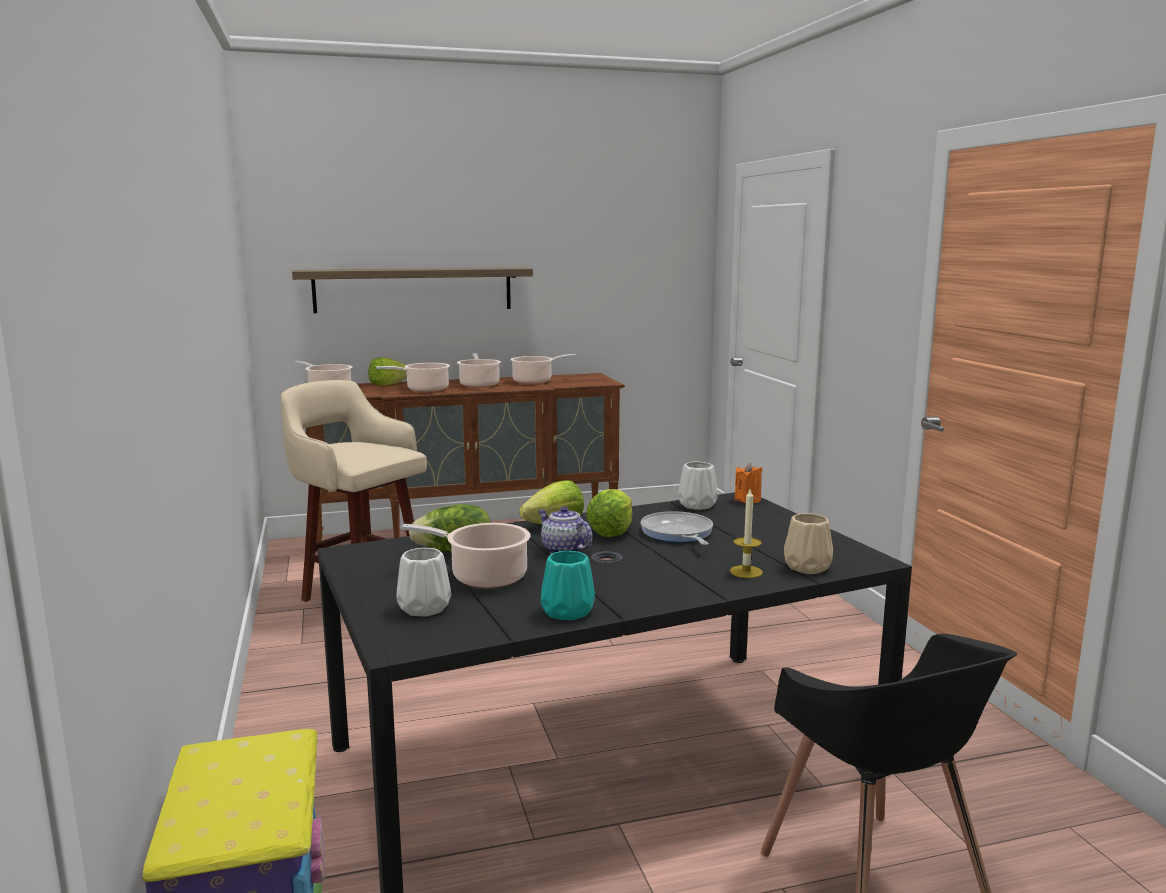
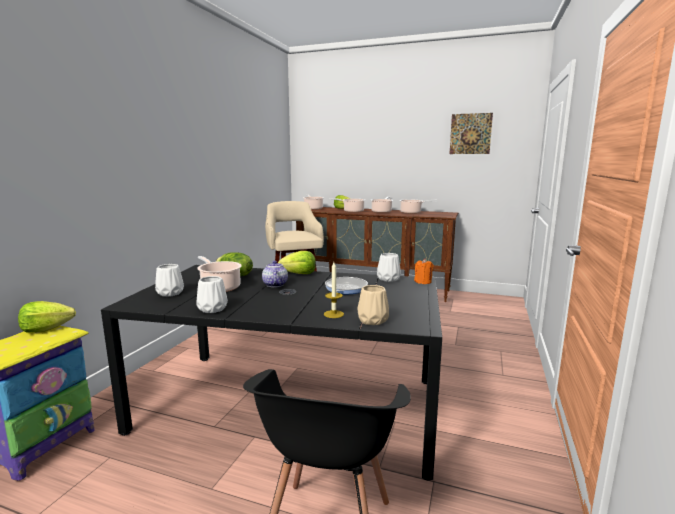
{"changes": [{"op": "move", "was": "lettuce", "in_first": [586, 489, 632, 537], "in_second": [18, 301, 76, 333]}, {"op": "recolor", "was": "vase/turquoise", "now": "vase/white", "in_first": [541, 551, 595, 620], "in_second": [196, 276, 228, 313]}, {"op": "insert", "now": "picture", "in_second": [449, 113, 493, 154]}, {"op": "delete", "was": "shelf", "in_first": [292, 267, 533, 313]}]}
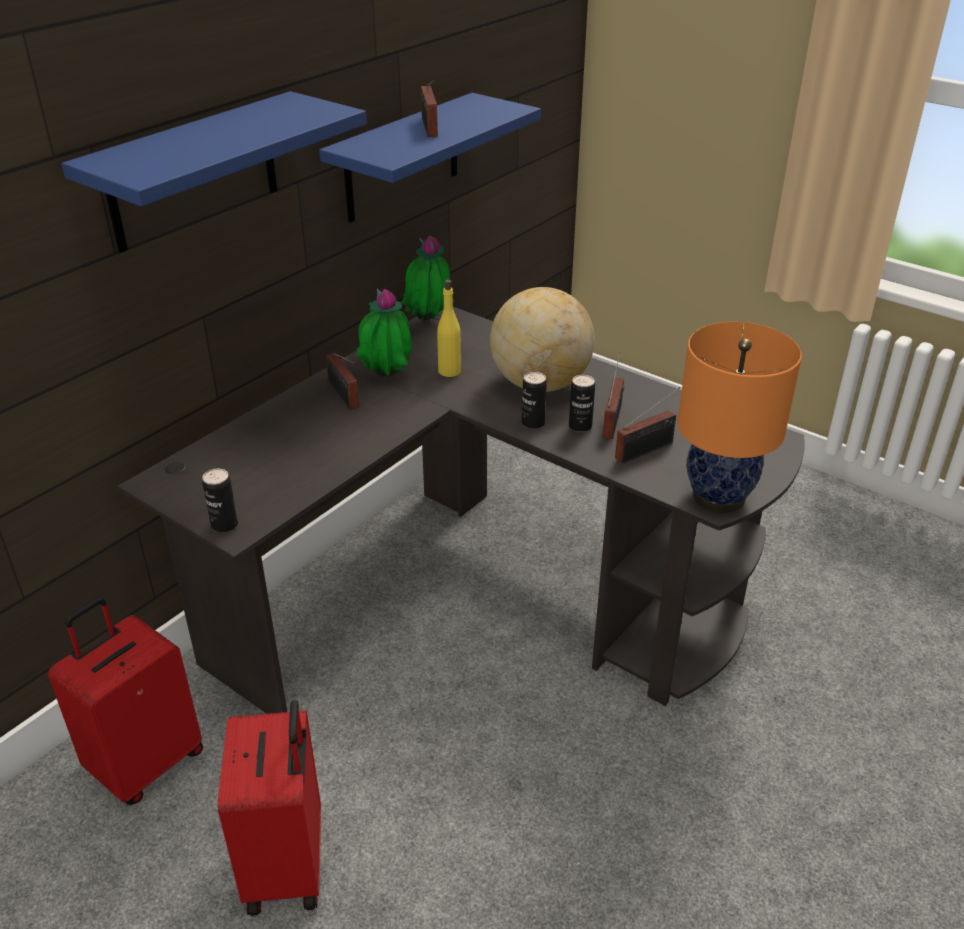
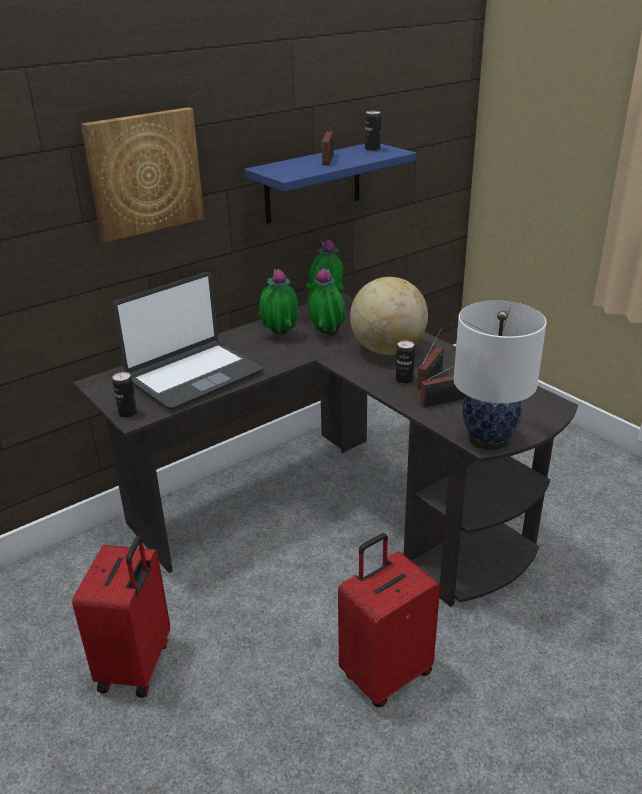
{"changes": [{"op": "replace", "was": "shelf/blue", "now": "picture", "in_first": [62, 91, 367, 253], "in_second": [81, 107, 204, 243]}, {"op": "insert", "now": "laptop", "in_second": [113, 272, 263, 410]}, {"op": "replace", "was": "bottle/yellow", "now": "potted plant", "in_first": [437, 280, 461, 377], "in_second": [308, 268, 346, 336]}, {"op": "move", "was": "suitcase/red", "in_first": [48, 597, 203, 805], "in_second": [338, 533, 440, 707]}, {"op": "move", "was": "can", "in_first": [522, 372, 547, 429], "in_second": [365, 111, 381, 151]}, {"op": "recolor", "was": "table lamp/orange", "now": "table lamp/white", "in_first": [677, 322, 802, 513], "in_second": [454, 301, 547, 450]}, {"op": "delete", "was": "radio", "in_first": [326, 353, 359, 410]}]}
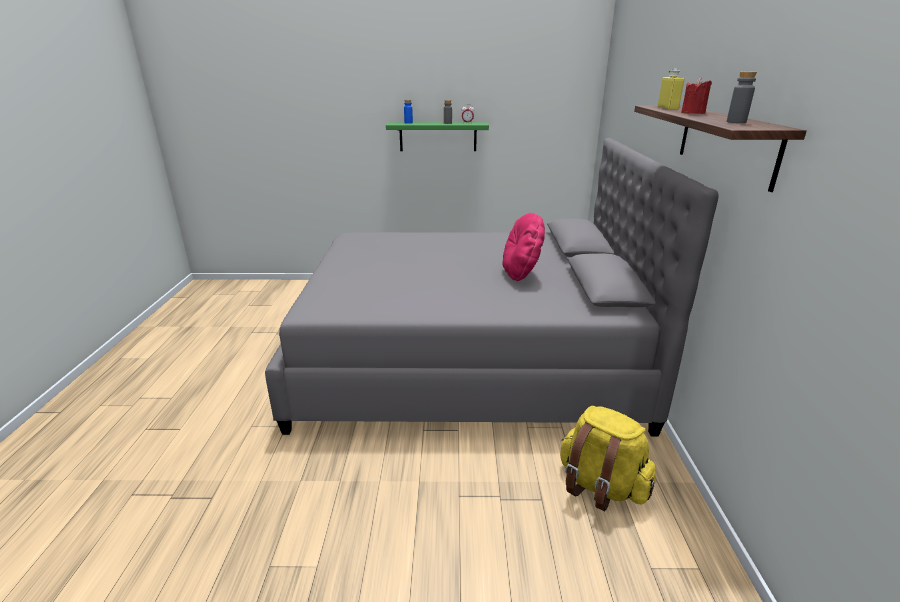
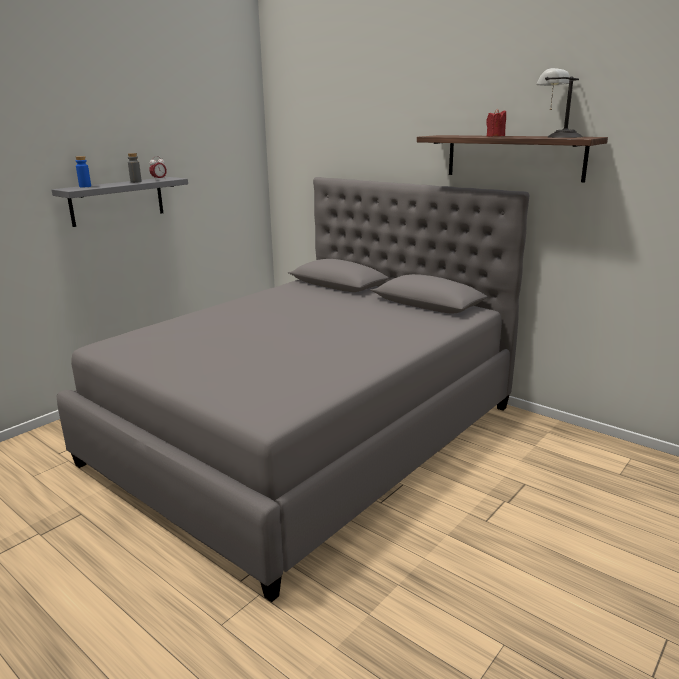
{"changes": [{"op": "recolor", "was": "shelf/green", "now": "shelf/grey", "in_first": [386, 122, 489, 151], "in_second": [51, 177, 188, 227]}, {"op": "replace", "was": "bottle/grey", "now": "table lamp", "in_first": [727, 71, 757, 123], "in_second": [536, 68, 583, 138]}, {"op": "delete", "was": "pillow/pink", "in_first": [502, 213, 545, 281]}, {"op": "delete", "was": "backpack/yellow", "in_first": [560, 406, 655, 511]}, {"op": "delete", "was": "bottle/yellow", "in_first": [658, 69, 685, 110]}]}
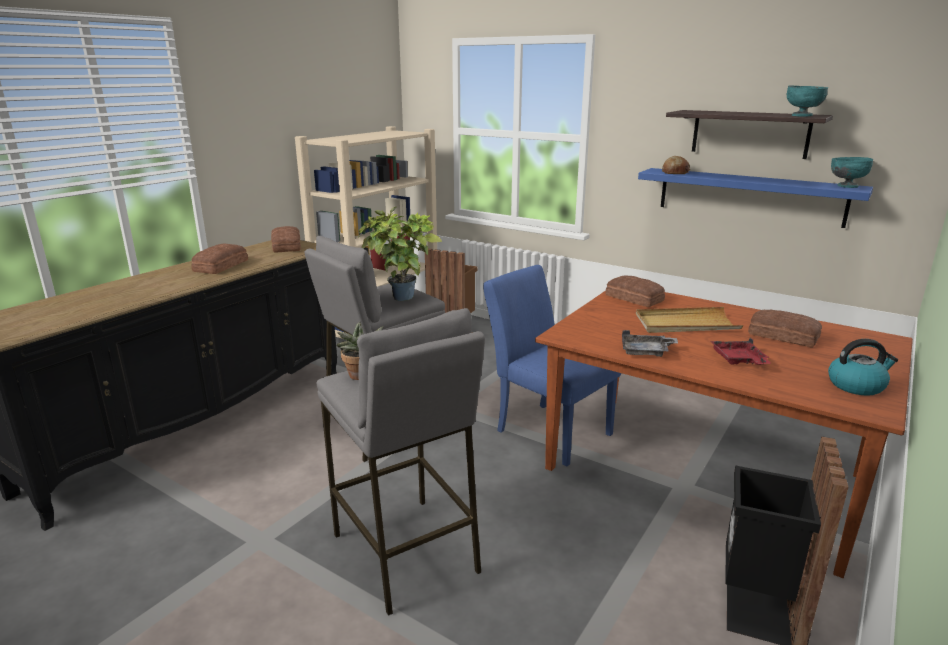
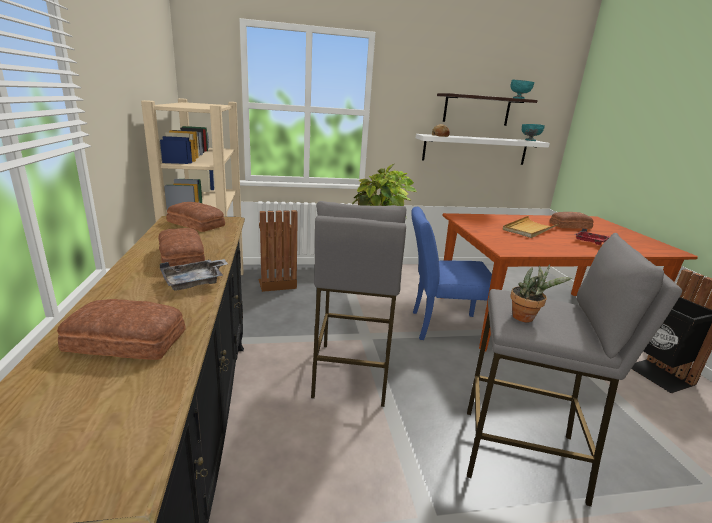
{"changes": [{"op": "move", "was": "bread", "in_first": [605, 276, 665, 307], "in_second": [57, 299, 185, 360]}, {"op": "move", "was": "tray/grey", "in_first": [622, 330, 678, 357], "in_second": [160, 259, 228, 290]}, {"op": "recolor", "was": "shelf/blue", "now": "shelf/white", "in_first": [638, 168, 873, 228], "in_second": [416, 134, 550, 165]}, {"op": "delete", "was": "kettle", "in_first": [828, 339, 898, 396]}]}
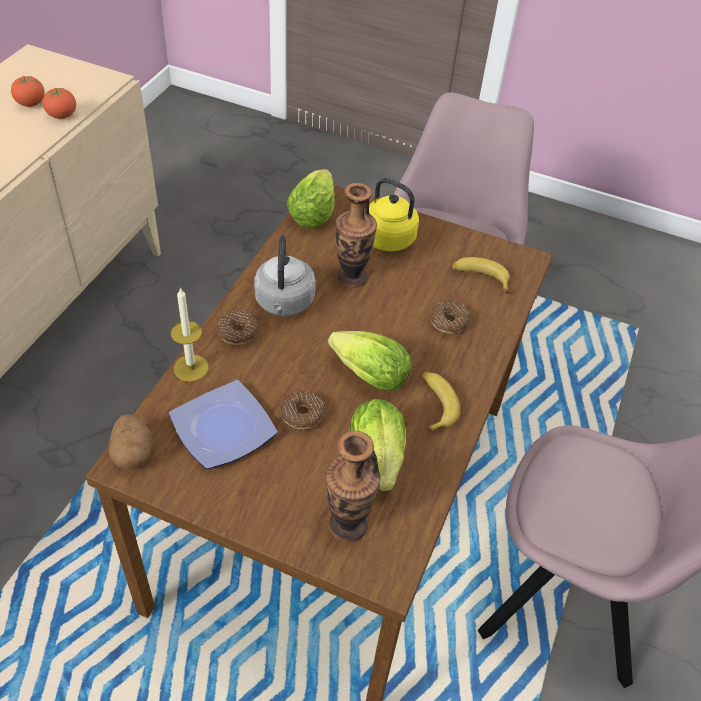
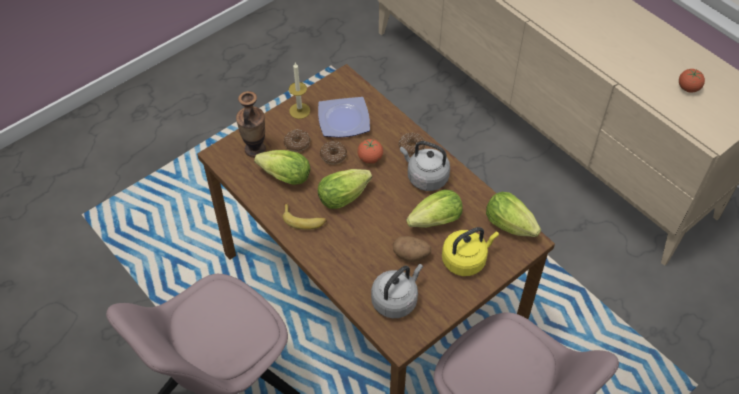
{"changes": [{"op": "move", "was": "donut", "in_first": [430, 301, 470, 334], "in_second": [284, 130, 311, 152]}, {"op": "move", "was": "candle", "in_first": [171, 287, 209, 382], "in_second": [289, 63, 310, 119]}, {"op": "move", "was": "tomato", "in_first": [42, 88, 76, 119], "in_second": [358, 139, 383, 164]}, {"op": "replace", "was": "banana", "now": "kettle/grey", "in_first": [451, 257, 510, 294], "in_second": [371, 264, 423, 318]}, {"op": "move", "was": "potato", "in_first": [109, 414, 153, 470], "in_second": [393, 236, 431, 262]}, {"op": "replace", "was": "vase", "now": "lettuce", "in_first": [335, 183, 377, 288], "in_second": [406, 190, 463, 228]}]}
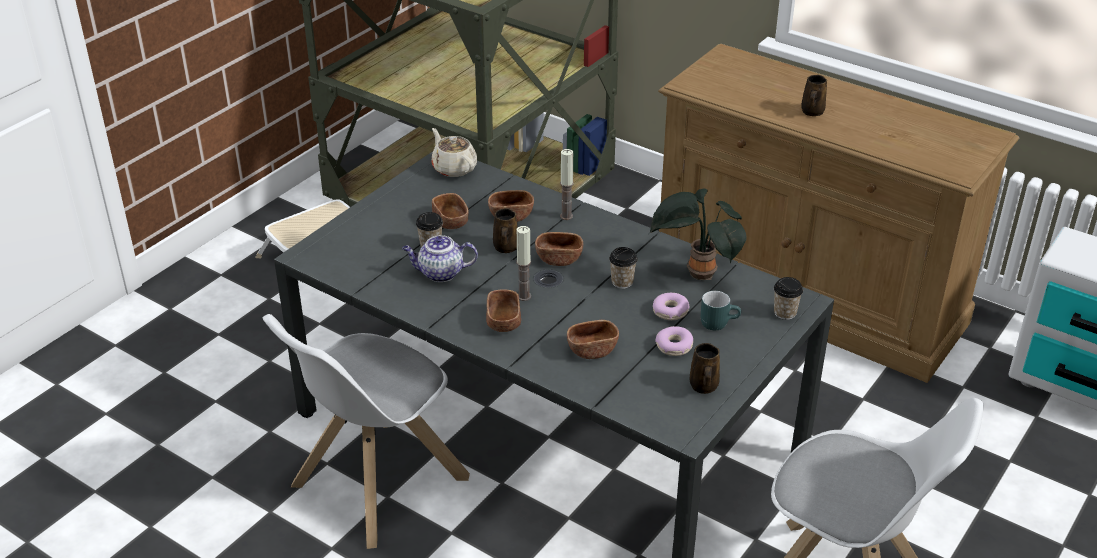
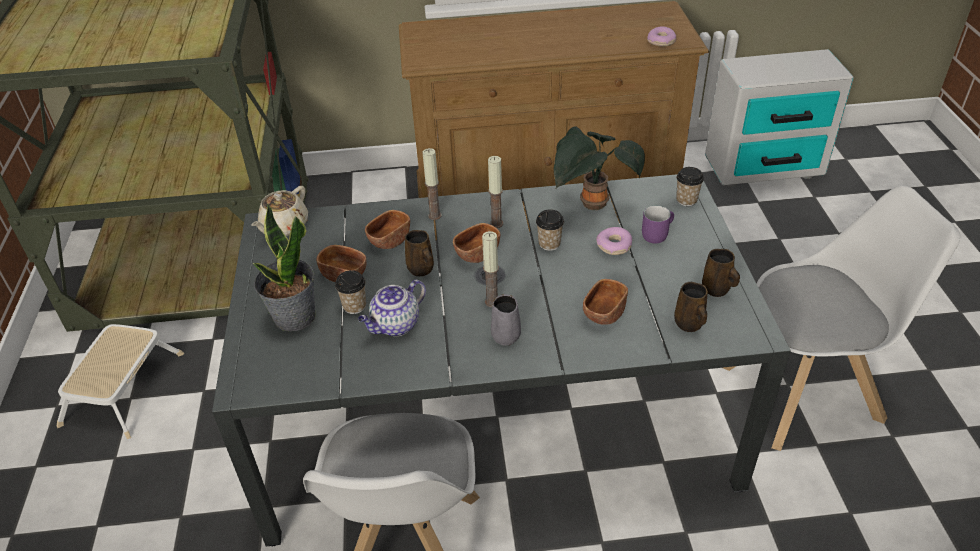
{"changes": [{"op": "rotate", "was": "teapot/beige", "in_first": [431, 128, 477, 177], "in_second": [251, 186, 308, 236], "clockwise": -75}, {"op": "insert", "now": "potted plant", "in_second": [253, 203, 316, 331]}, {"op": "insert", "now": "candle", "in_second": [488, 156, 503, 228]}, {"op": "replace", "was": "bowl/brown", "now": "mug/grey", "in_first": [486, 289, 521, 332], "in_second": [491, 294, 521, 346]}, {"op": "recolor", "was": "mug/turquoise", "now": "mug/purple", "in_first": [701, 291, 741, 330], "in_second": [642, 205, 674, 243]}, {"op": "move", "was": "donut", "in_first": [655, 326, 693, 356], "in_second": [647, 26, 676, 46]}, {"op": "move", "was": "mug/brown", "in_first": [801, 75, 827, 116], "in_second": [674, 282, 708, 332]}]}
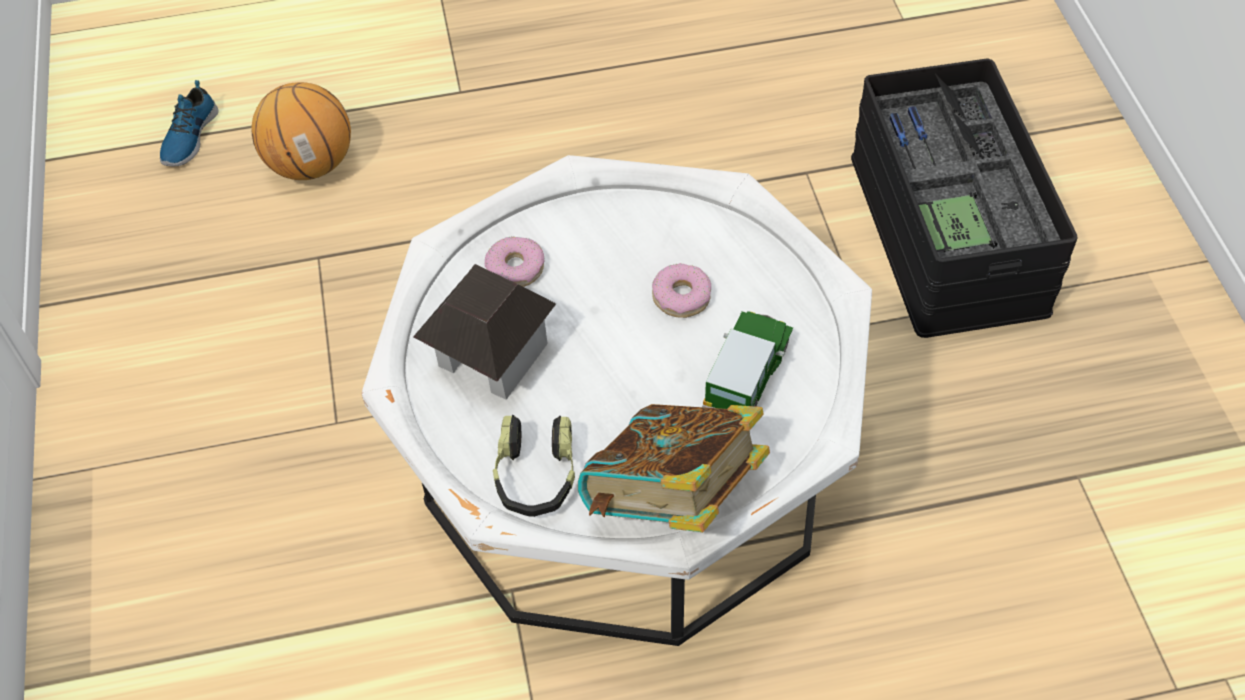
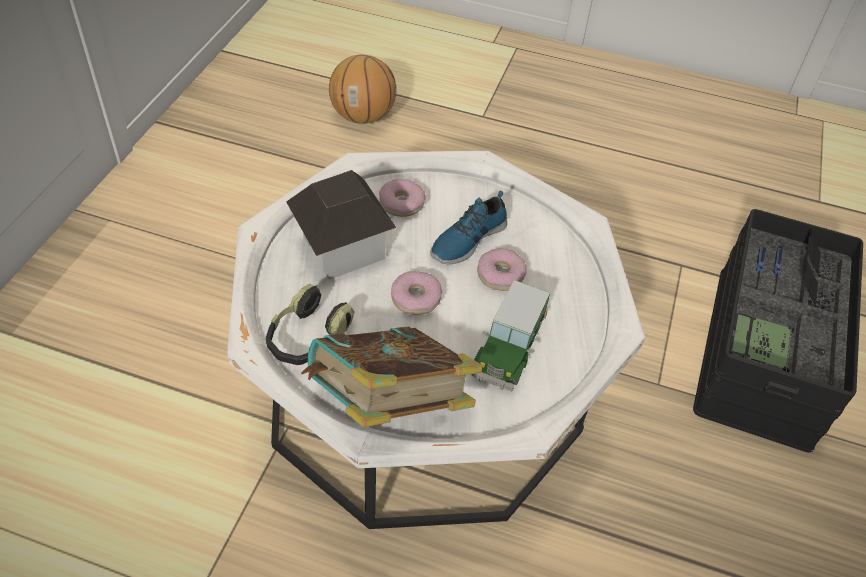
{"changes": [{"op": "insert", "now": "donut", "in_second": [391, 271, 442, 315]}, {"op": "move", "was": "shoe", "in_first": [160, 80, 219, 167], "in_second": [430, 191, 507, 264]}, {"op": "rotate", "was": "toy car", "in_first": [702, 311, 793, 409], "in_second": [471, 280, 550, 391], "clockwise": 150}]}
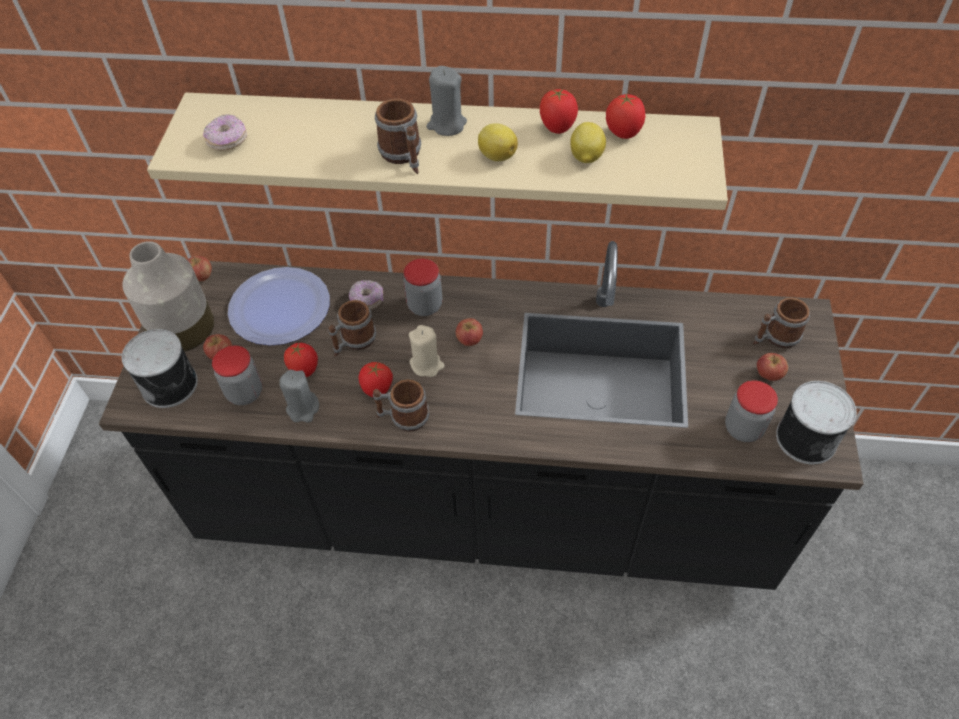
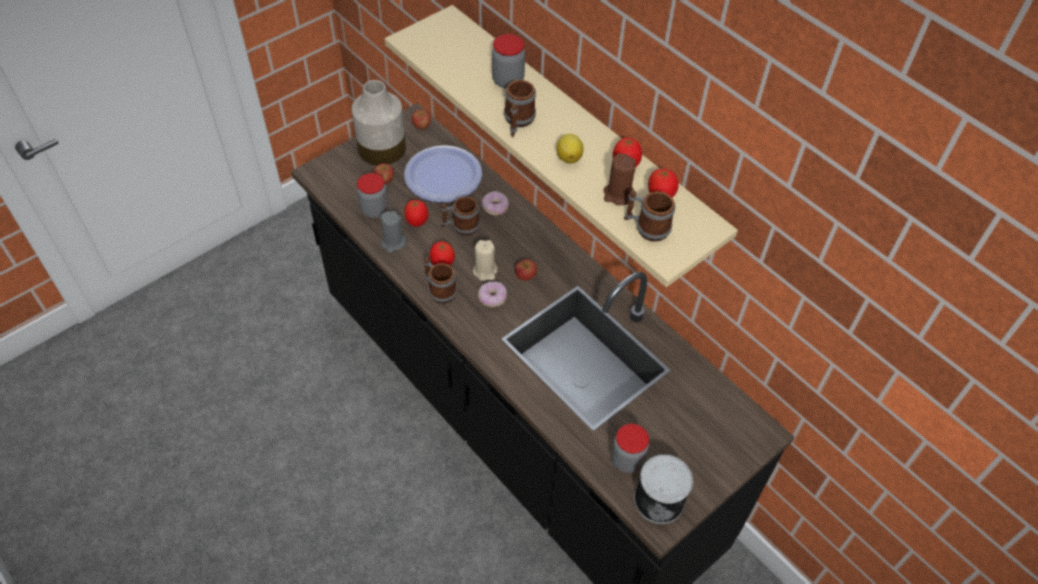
{"changes": [{"op": "move", "was": "donut", "in_first": [203, 114, 247, 151], "in_second": [478, 281, 507, 307]}, {"op": "move", "was": "jar", "in_first": [403, 259, 442, 316], "in_second": [492, 34, 525, 88]}, {"op": "replace", "was": "lemon", "now": "candle/brown", "in_first": [570, 122, 606, 163], "in_second": [603, 154, 636, 205]}, {"op": "move", "was": "mug", "in_first": [753, 297, 810, 348], "in_second": [624, 190, 675, 241]}, {"op": "delete", "was": "can", "in_first": [122, 329, 198, 408]}, {"op": "delete", "was": "candle/grey", "in_first": [426, 66, 467, 136]}, {"op": "delete", "was": "apple", "in_first": [757, 353, 788, 381]}]}
